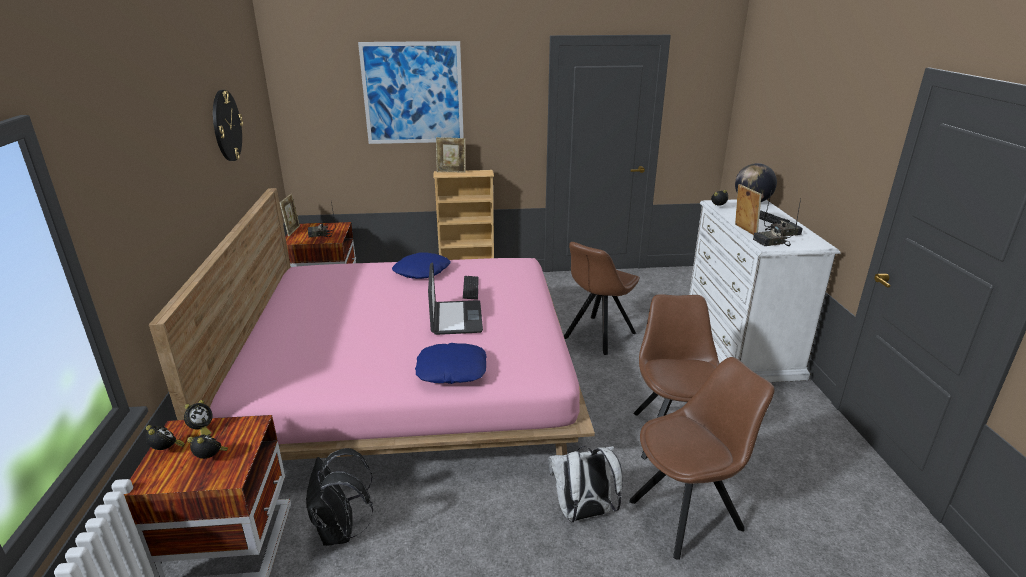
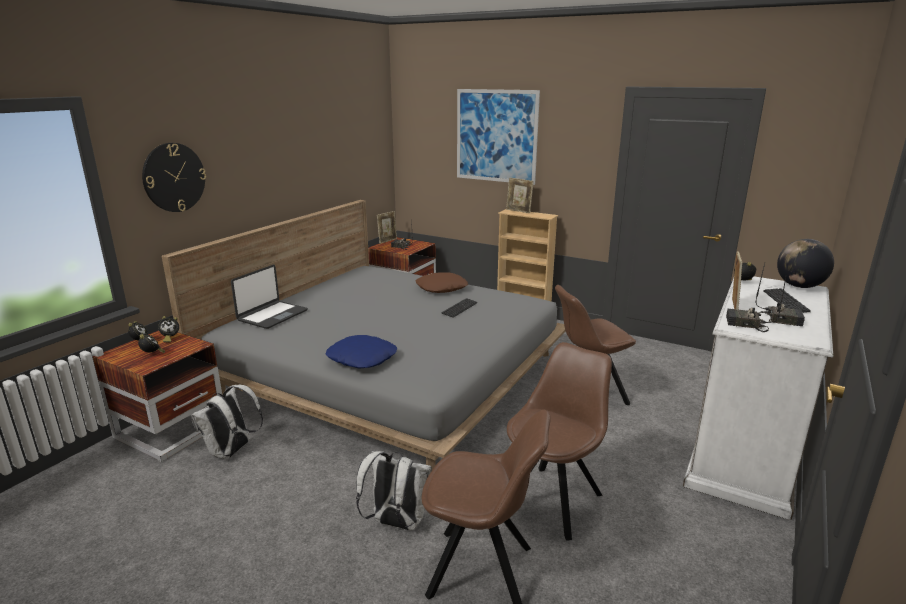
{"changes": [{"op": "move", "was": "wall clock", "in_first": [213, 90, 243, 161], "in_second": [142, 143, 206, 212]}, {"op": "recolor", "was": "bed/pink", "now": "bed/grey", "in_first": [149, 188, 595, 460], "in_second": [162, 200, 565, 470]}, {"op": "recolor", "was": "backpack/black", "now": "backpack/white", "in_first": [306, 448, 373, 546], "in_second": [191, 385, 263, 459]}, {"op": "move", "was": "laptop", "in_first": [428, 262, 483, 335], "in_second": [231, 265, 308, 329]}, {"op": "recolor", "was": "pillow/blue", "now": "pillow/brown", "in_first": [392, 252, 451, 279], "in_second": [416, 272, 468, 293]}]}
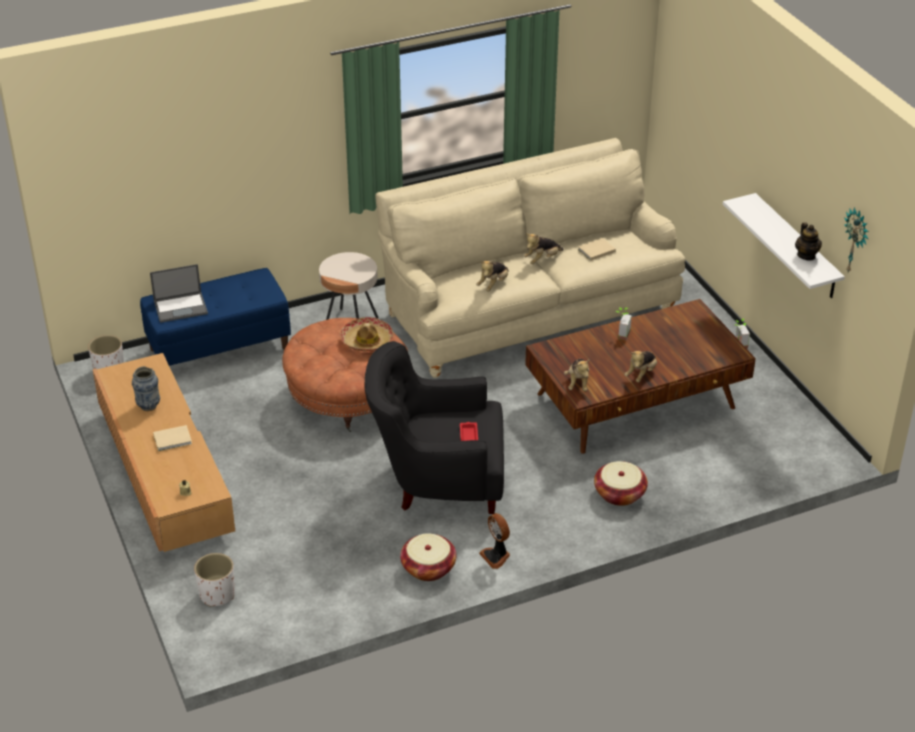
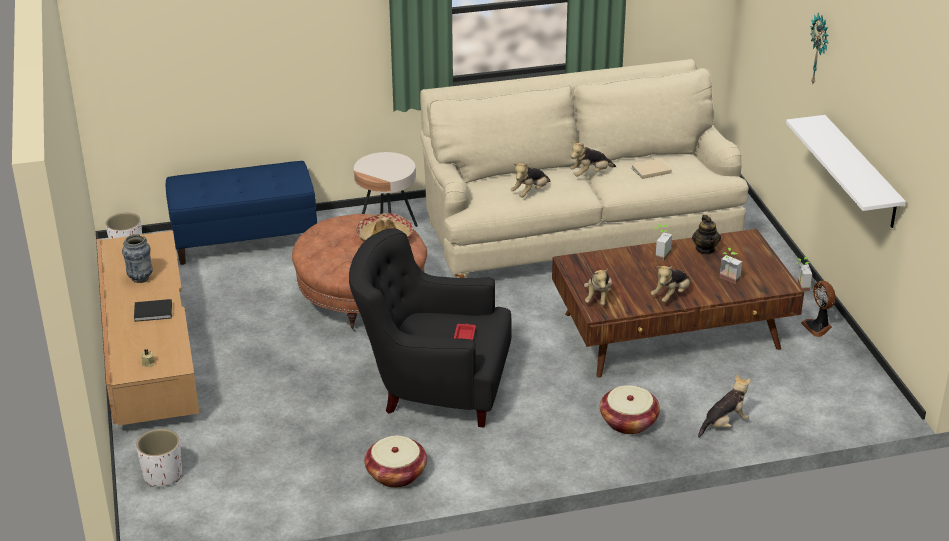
{"changes": [{"op": "recolor", "was": "book/beige", "now": "book/black", "in_first": [153, 425, 192, 451], "in_second": [134, 299, 172, 322]}, {"op": "move", "was": "teapot", "in_first": [795, 222, 822, 260], "in_second": [692, 215, 721, 255]}, {"op": "insert", "now": "plush toy", "in_second": [698, 374, 751, 438]}, {"op": "insert", "now": "potted plant", "in_second": [720, 248, 742, 284]}, {"op": "move", "was": "fan", "in_first": [479, 513, 510, 569], "in_second": [801, 281, 836, 337]}, {"op": "move", "was": "wall clock", "in_first": [844, 207, 869, 272], "in_second": [810, 13, 829, 83]}, {"op": "delete", "was": "laptop", "in_first": [150, 264, 208, 323]}]}
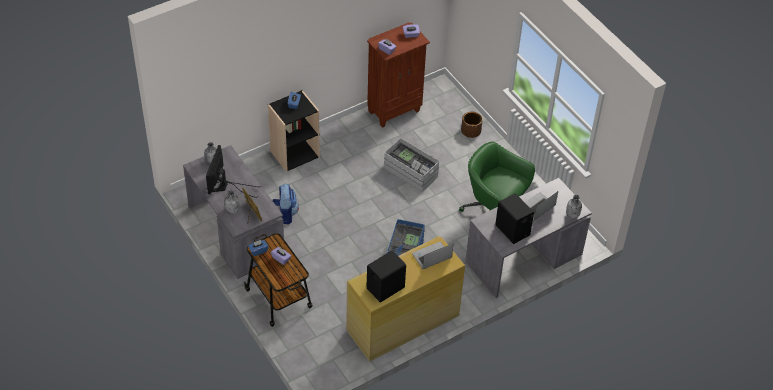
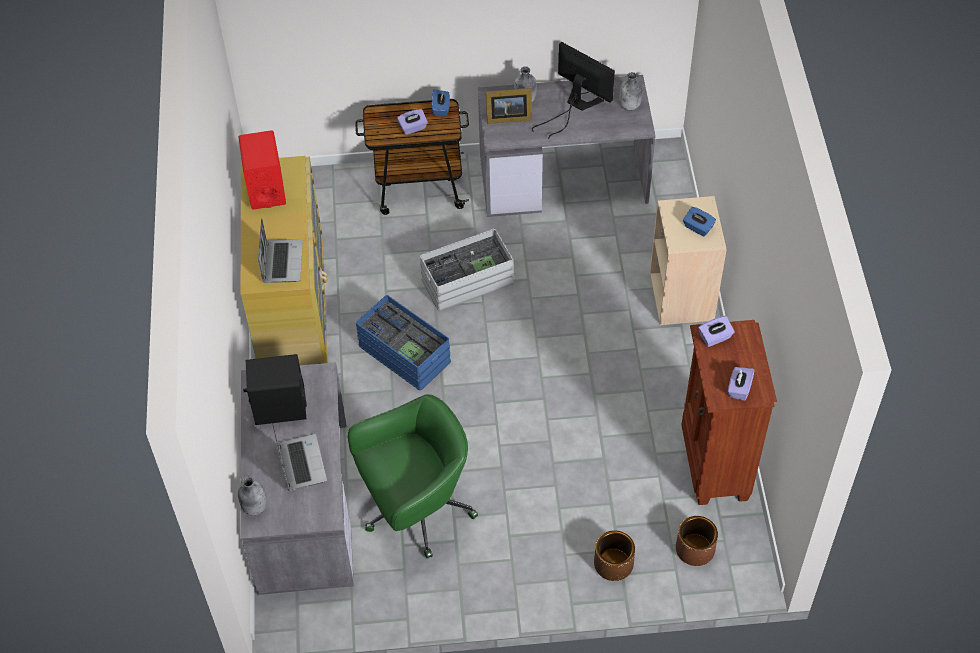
{"changes": [{"op": "recolor", "was": "speaker/black", "now": "speaker/red", "in_first": [366, 251, 406, 303], "in_second": [239, 130, 286, 210]}, {"op": "move", "was": "storage box/grey", "in_first": [384, 138, 439, 191], "in_second": [420, 229, 514, 311]}, {"op": "recolor", "was": "bookcase/black", "now": "bookcase/beige", "in_first": [268, 90, 320, 172], "in_second": [650, 196, 727, 325]}, {"op": "insert", "now": "planter/brown", "in_second": [676, 516, 718, 566]}, {"op": "delete", "was": "backpack", "in_first": [272, 184, 299, 224]}]}
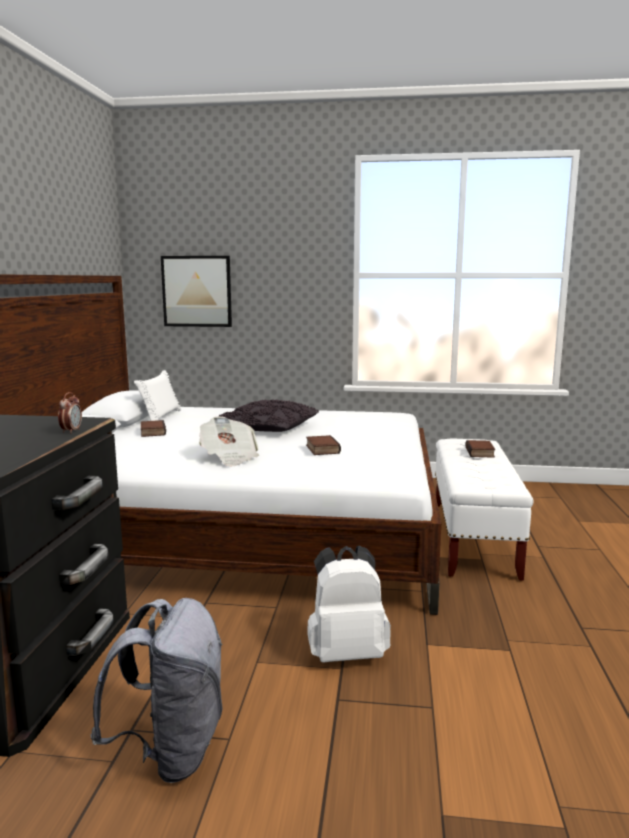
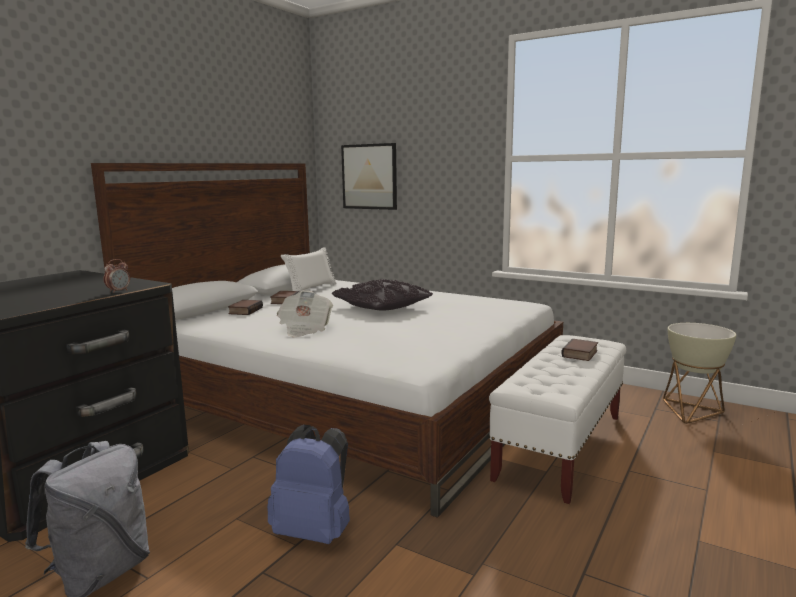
{"changes": [{"op": "move", "was": "book", "in_first": [306, 435, 341, 455], "in_second": [228, 300, 263, 315]}, {"op": "recolor", "was": "backpack/white", "now": "backpack/blue", "in_first": [308, 546, 391, 663], "in_second": [267, 425, 350, 544]}, {"op": "insert", "now": "planter", "in_second": [663, 323, 736, 424]}]}
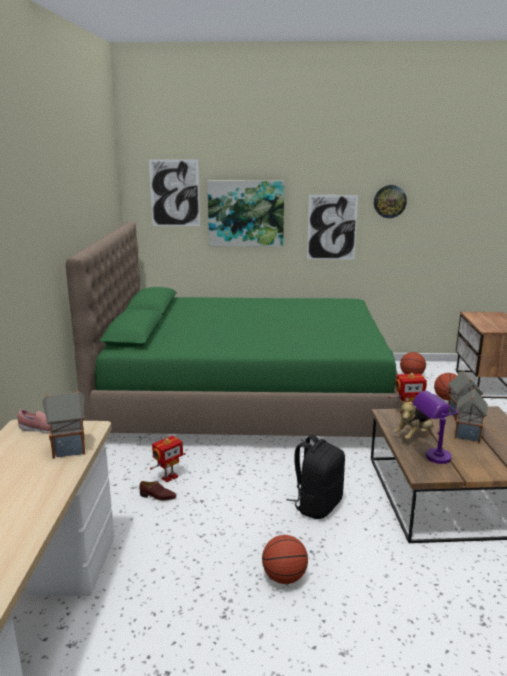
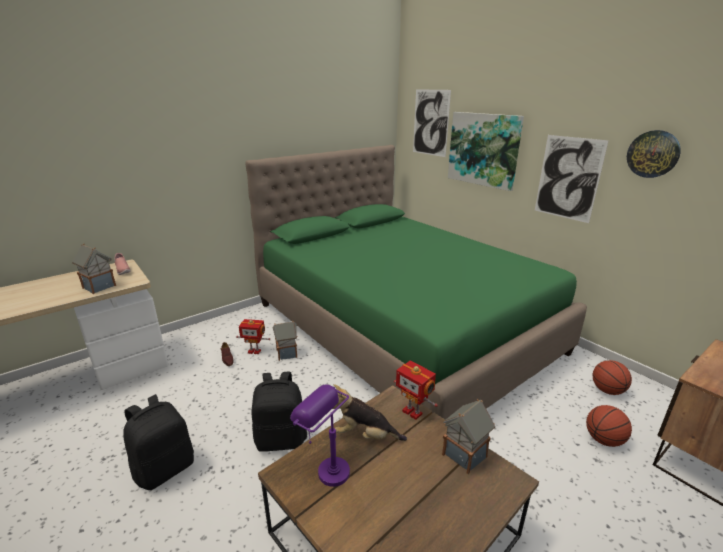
{"changes": [{"op": "replace", "was": "basketball", "now": "backpack/black", "in_first": [262, 535, 308, 584], "in_second": [123, 394, 194, 490]}, {"op": "move", "was": "toy house", "in_first": [454, 388, 488, 443], "in_second": [273, 320, 298, 361]}]}
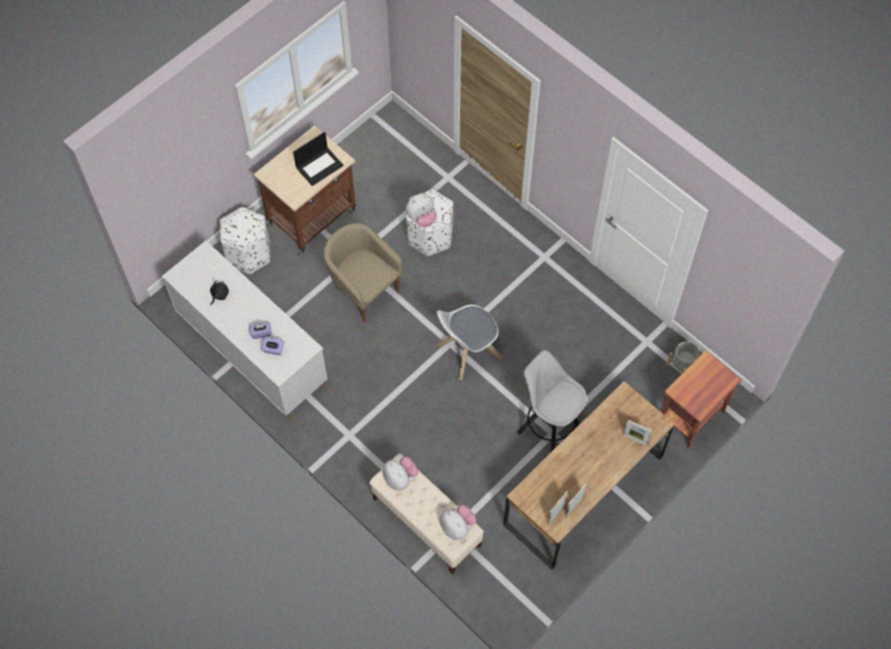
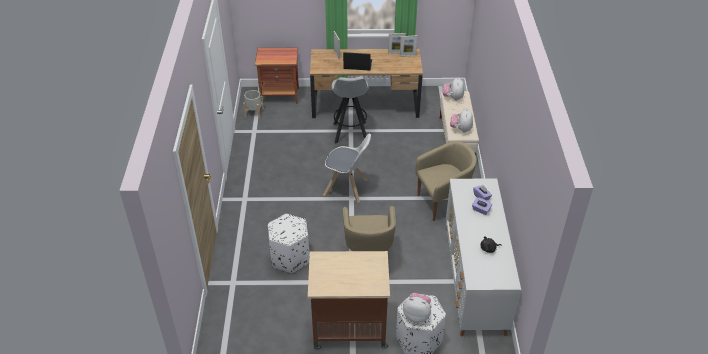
{"changes": [{"op": "move", "was": "laptop", "in_first": [293, 132, 344, 186], "in_second": [343, 52, 372, 71]}, {"op": "move", "was": "plush toy", "in_first": [406, 194, 437, 227], "in_second": [403, 293, 431, 323]}, {"op": "insert", "now": "armchair/beige", "in_second": [415, 141, 477, 221]}]}
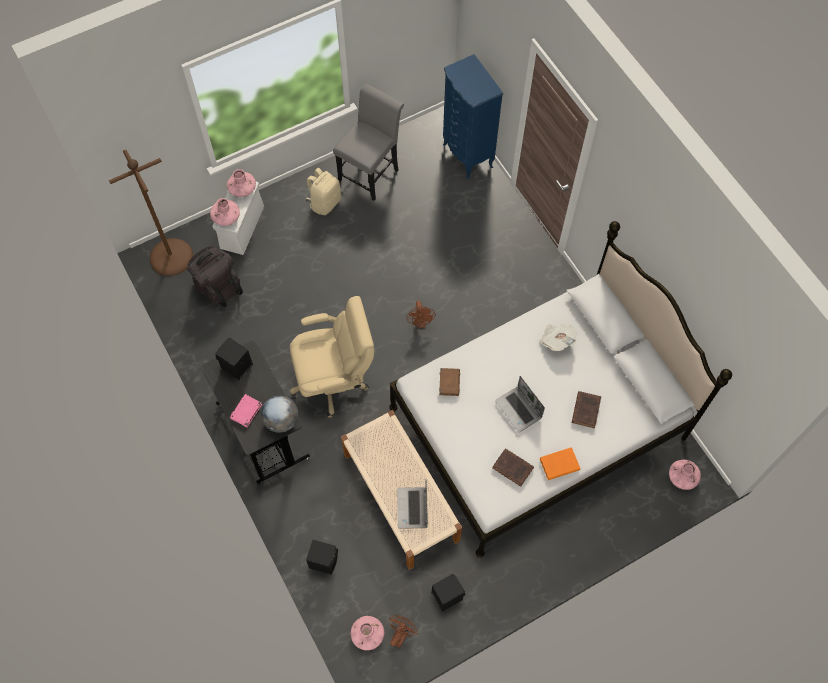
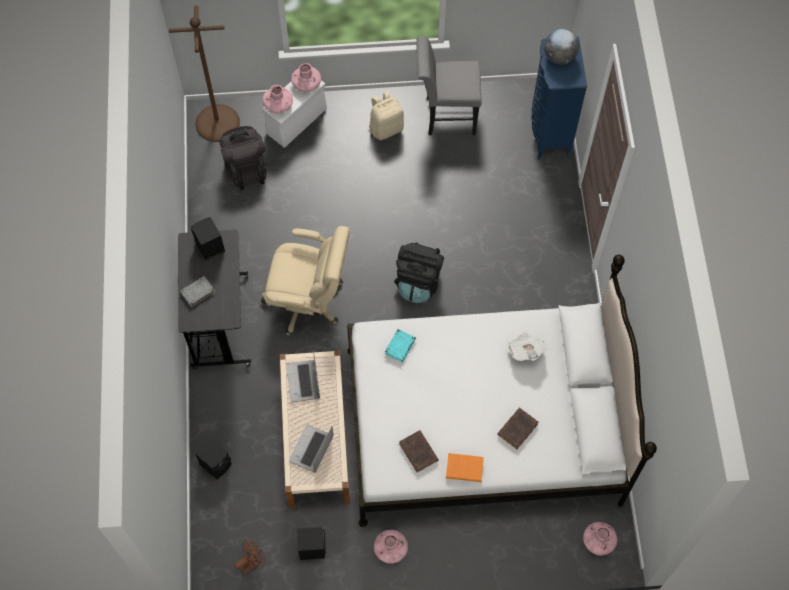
{"changes": [{"op": "recolor", "was": "book/pink", "now": "book/grey", "in_first": [229, 394, 262, 427], "in_second": [180, 276, 215, 307]}, {"op": "move", "was": "laptop", "in_first": [495, 376, 545, 432], "in_second": [286, 350, 320, 402]}, {"op": "move", "was": "vase/pink", "in_first": [351, 616, 384, 650], "in_second": [374, 530, 408, 564]}, {"op": "recolor", "was": "book/brown", "now": "book/turquoise", "in_first": [439, 368, 460, 396], "in_second": [385, 329, 416, 362]}, {"op": "replace", "was": "fan/brown", "now": "backpack/black", "in_first": [407, 301, 435, 328], "in_second": [394, 242, 444, 303]}, {"op": "rotate", "was": "chair/grey", "in_first": [333, 83, 404, 201], "in_second": [416, 36, 482, 135], "clockwise": -150}, {"op": "move", "was": "globe", "in_first": [261, 396, 298, 433], "in_second": [544, 29, 579, 64]}]}
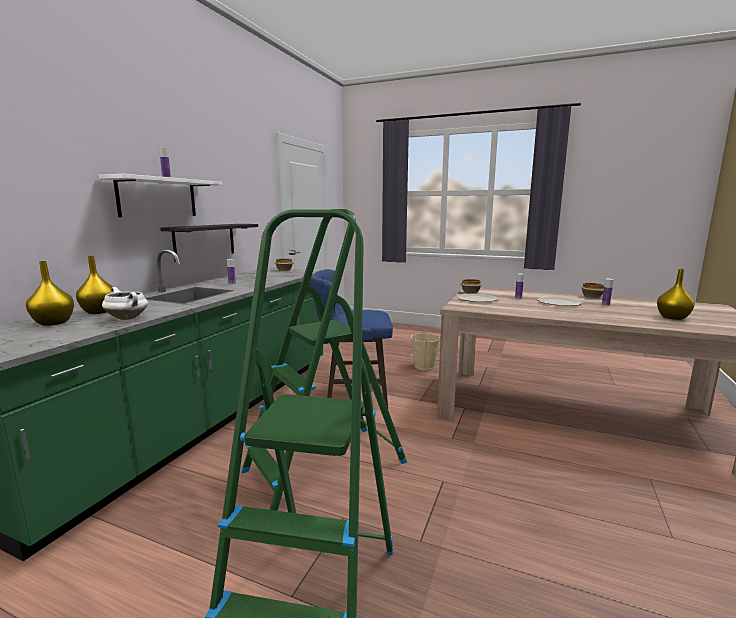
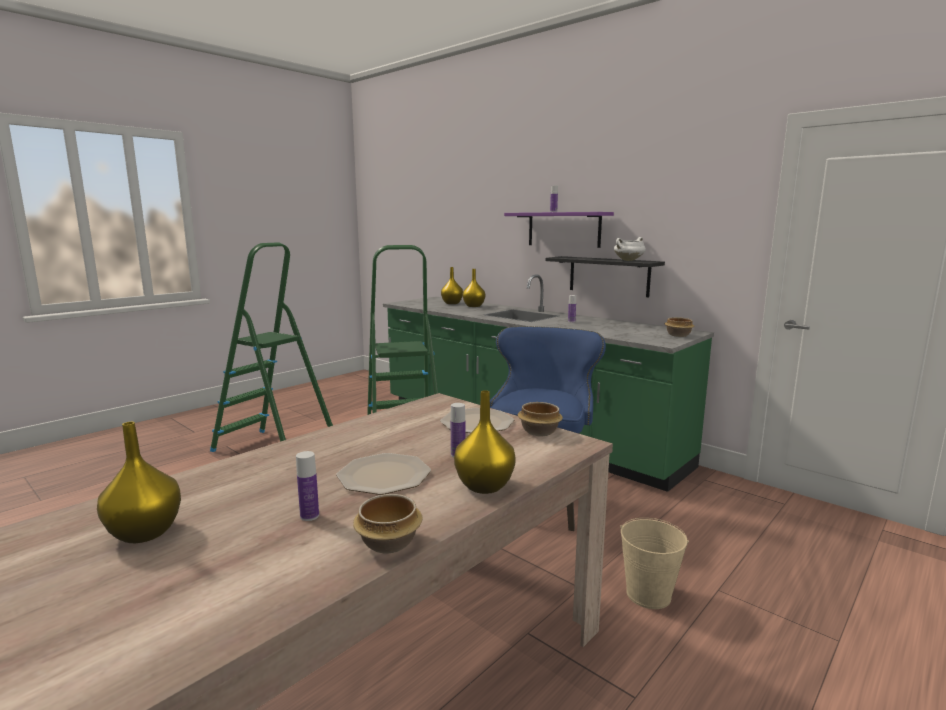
{"changes": [{"op": "insert", "now": "vase/yellow", "in_second": [454, 390, 516, 494]}, {"op": "recolor", "was": "shelf/white", "now": "shelf/purple", "in_first": [98, 174, 223, 217], "in_second": [504, 212, 614, 248]}, {"op": "move", "was": "cooking pot/white", "in_first": [102, 287, 148, 320], "in_second": [614, 237, 646, 261]}]}
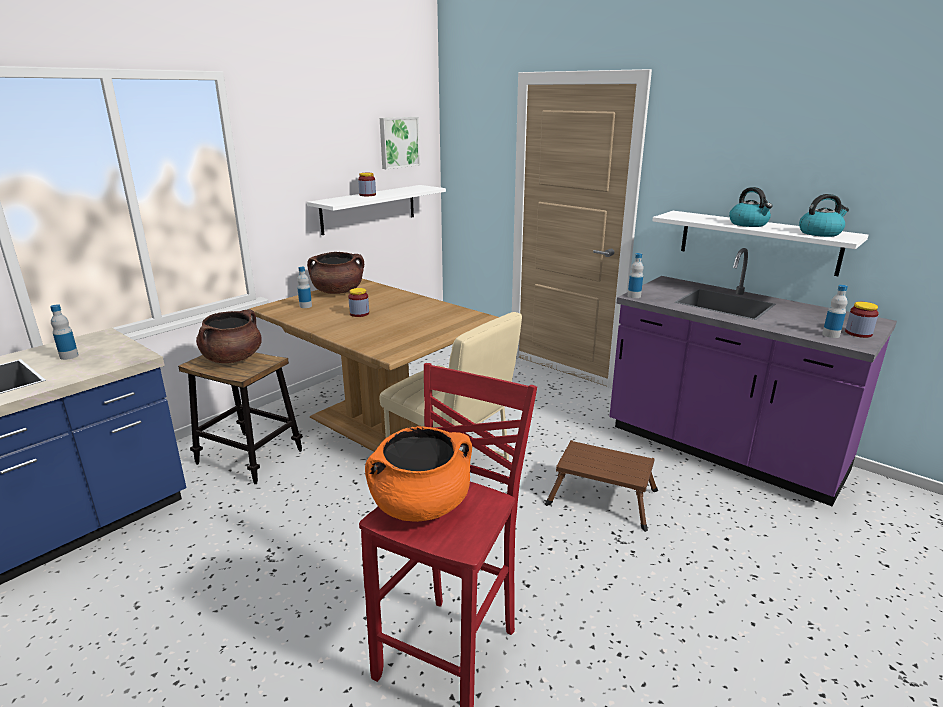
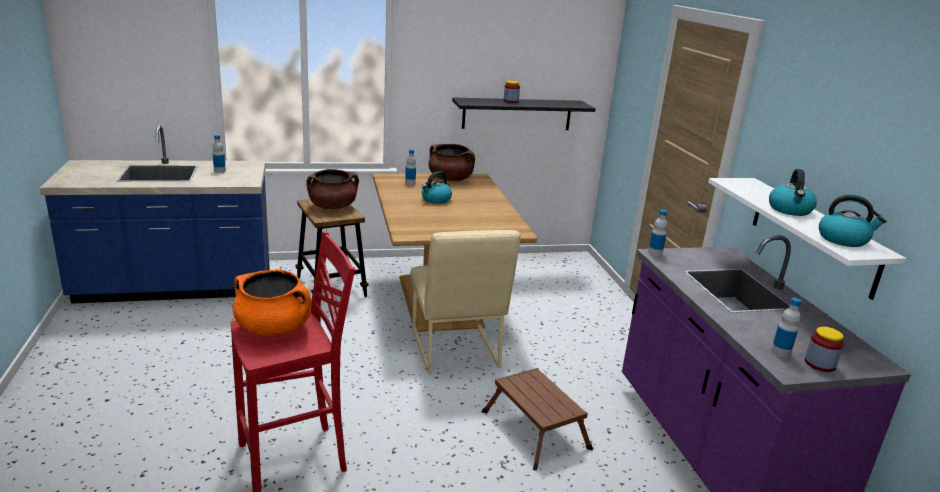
{"changes": [{"op": "replace", "was": "jar", "now": "kettle", "in_first": [348, 288, 369, 317], "in_second": [422, 171, 452, 204]}, {"op": "recolor", "was": "shelf/white", "now": "shelf/black", "in_first": [307, 185, 446, 235], "in_second": [452, 98, 596, 130]}, {"op": "delete", "was": "picture", "in_first": [380, 117, 420, 169]}]}
